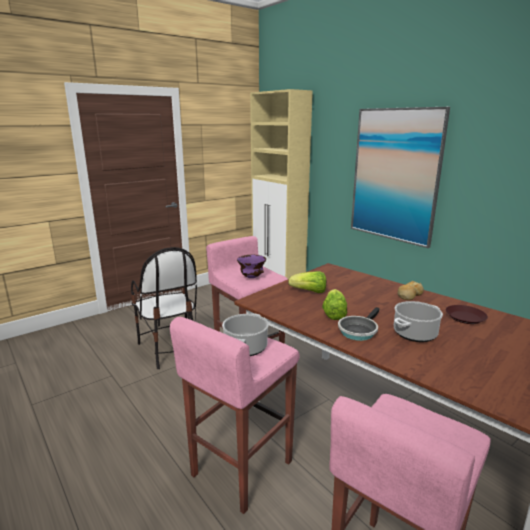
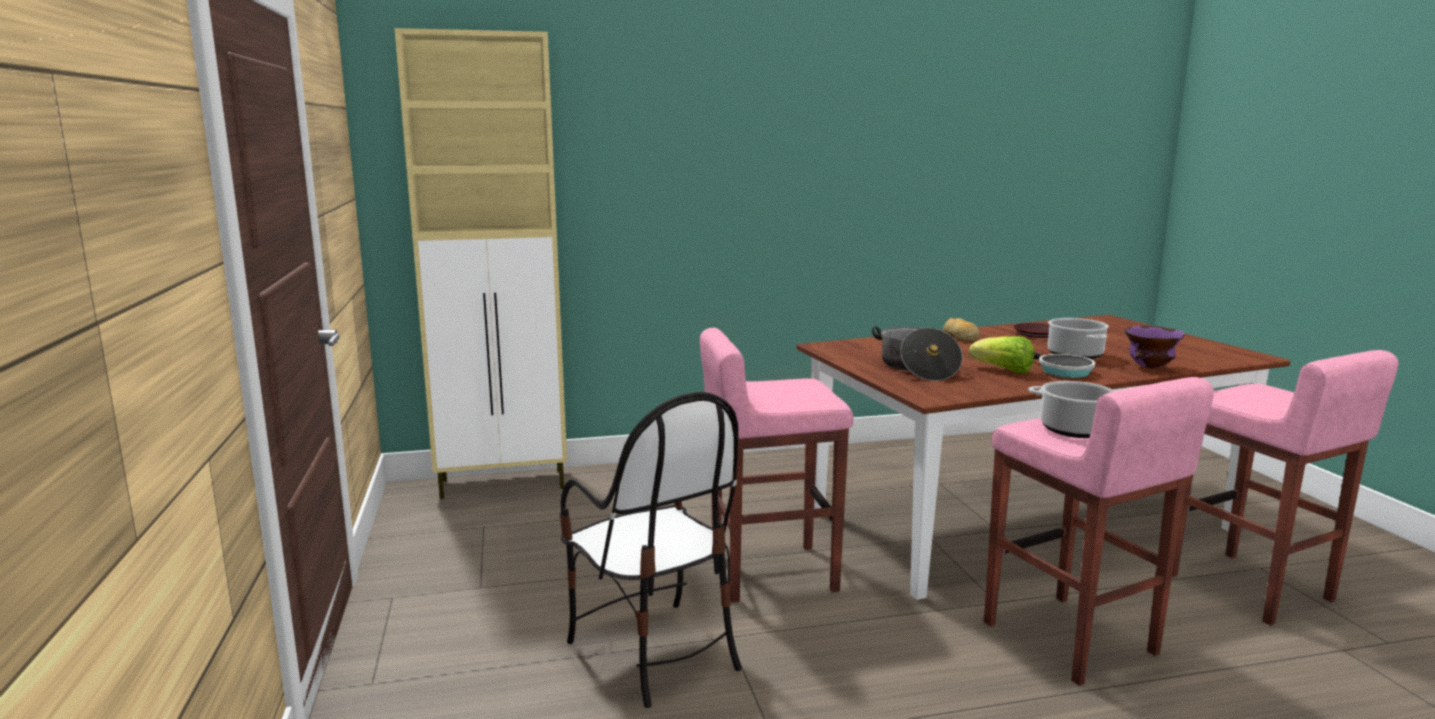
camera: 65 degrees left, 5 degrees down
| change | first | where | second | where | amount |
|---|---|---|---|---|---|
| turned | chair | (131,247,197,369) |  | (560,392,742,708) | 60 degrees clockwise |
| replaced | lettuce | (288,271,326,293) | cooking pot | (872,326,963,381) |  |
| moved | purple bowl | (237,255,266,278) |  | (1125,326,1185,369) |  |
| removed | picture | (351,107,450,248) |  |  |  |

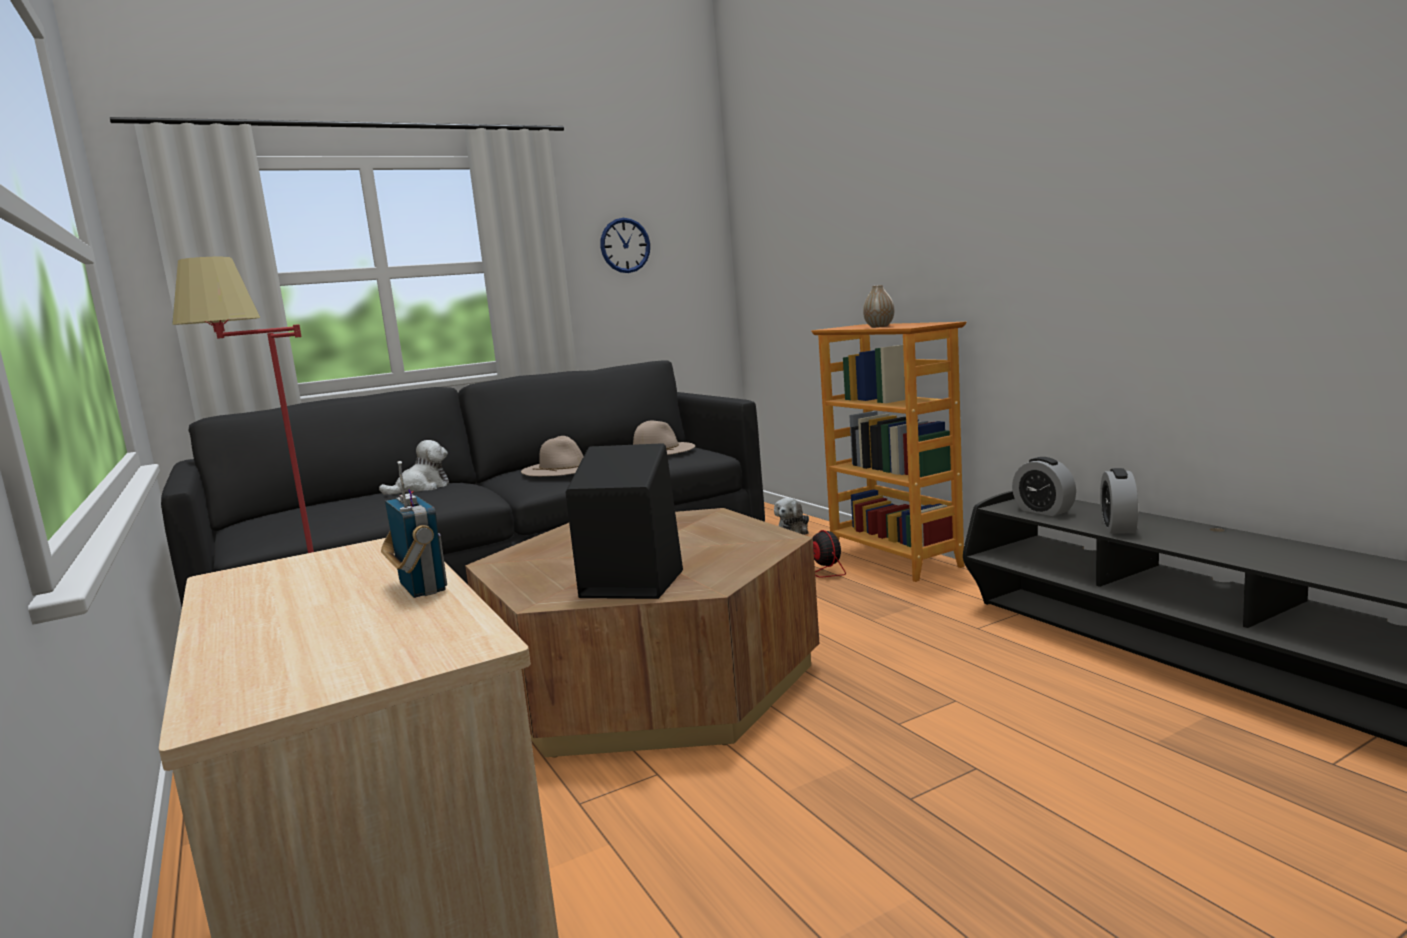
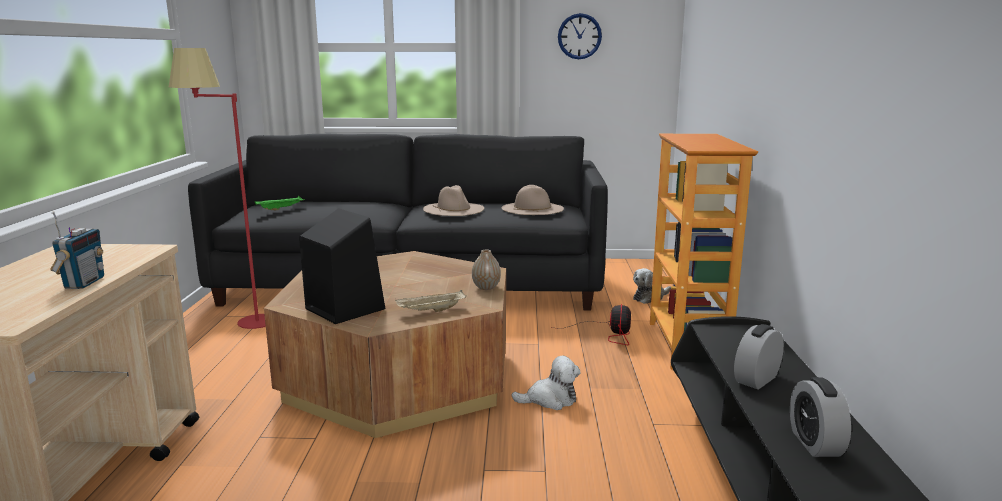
camera: 30 degrees right, 5 degrees up
| change | first | where | second | where | amount |
|---|---|---|---|---|---|
| added |  |  | green tray | (254,196,305,210) |  |
| added |  |  | beige tray | (395,290,466,312) |  |
| moved | vase | (863,285,894,328) |  | (472,250,501,290) |  |
| moved | plush toy | (379,440,449,495) |  | (511,356,581,410) |  |
| moved | alarm clock | (1012,457,1076,516) |  | (790,377,851,457) |  |

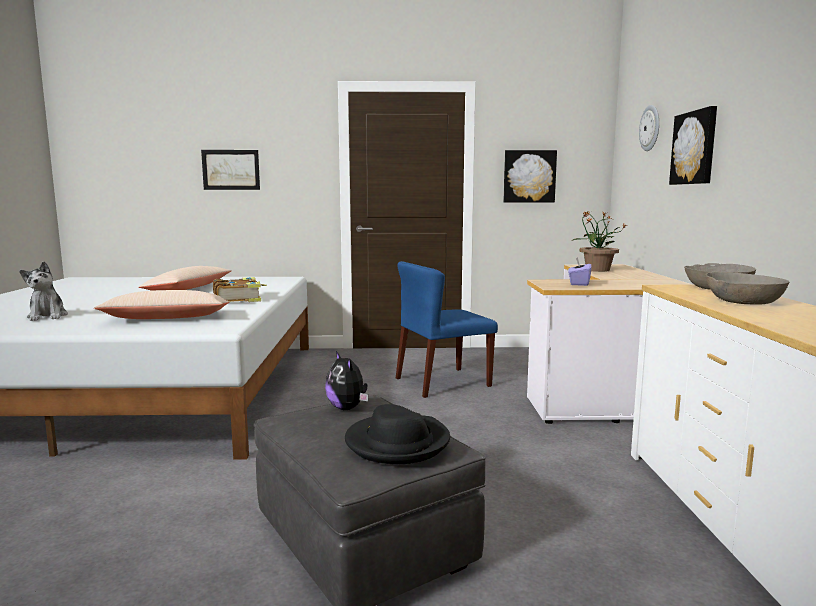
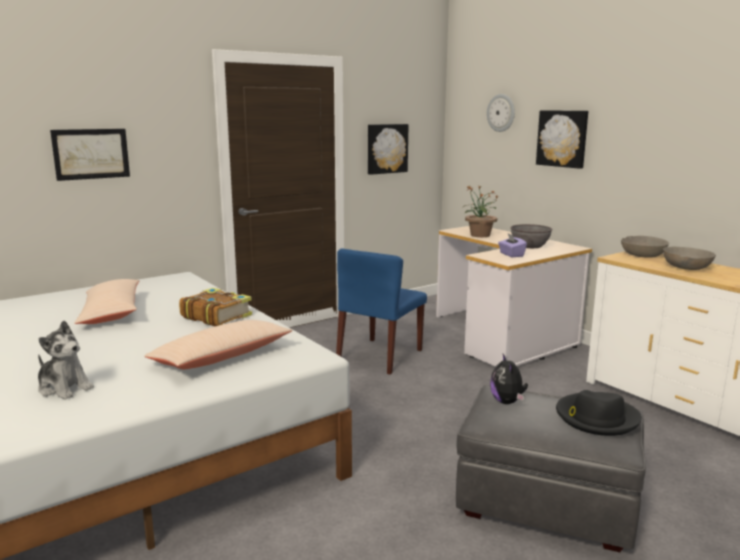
camera: 35 degrees left, 5 degrees up
| change | first | where | second | where | amount |
|---|---|---|---|---|---|
| turned | plush toy | (325,351,368,410) |  | (490,354,528,404) | 60 degrees clockwise |
| added |  |  | grey bowl | (510,224,553,248) |  |

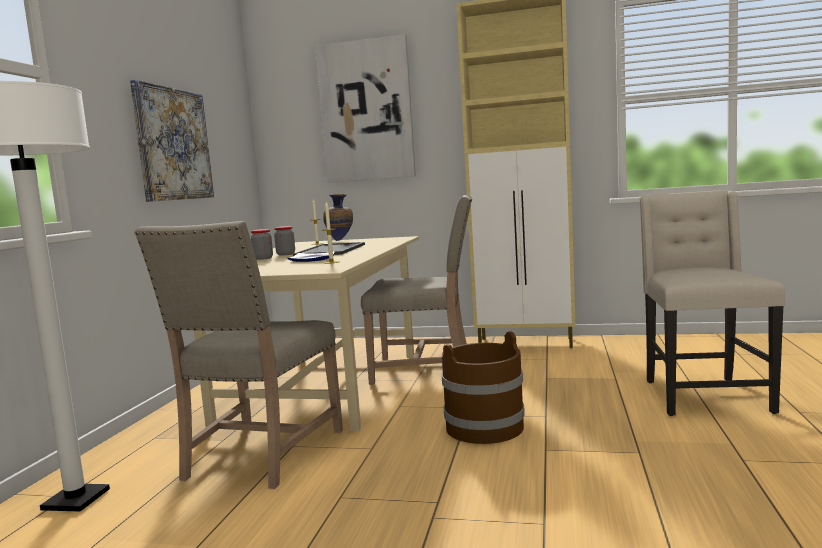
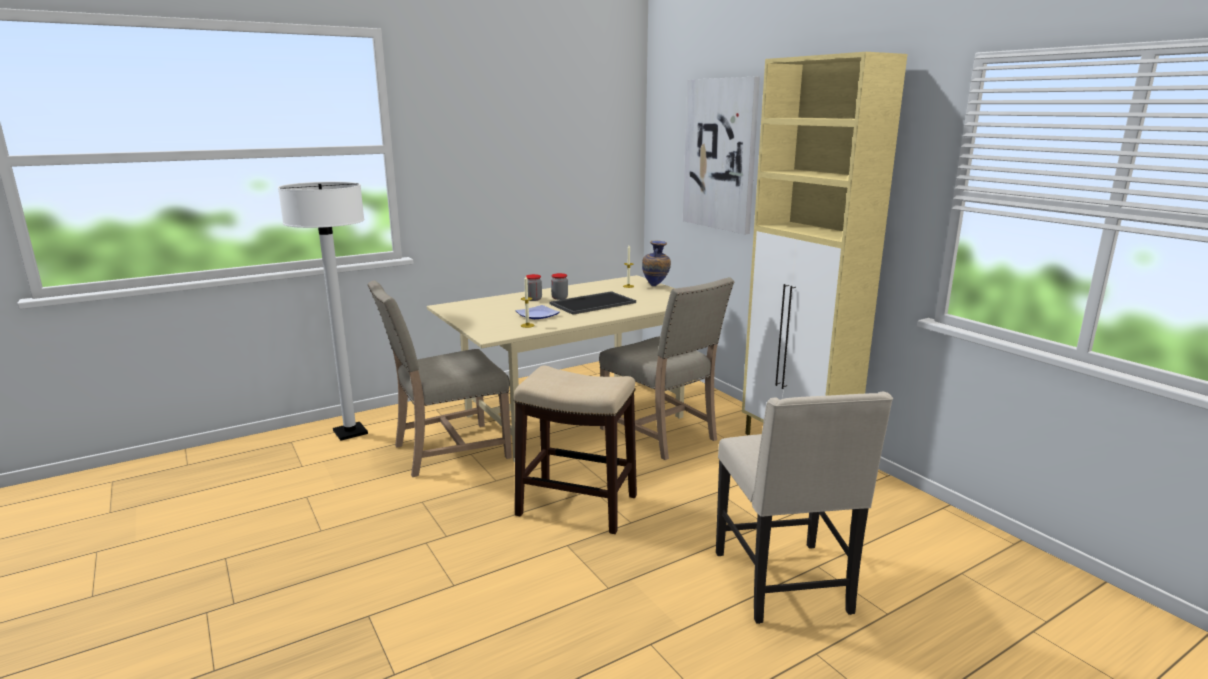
camera: 45 degrees right, 10 degrees up
| change | first | where | second | where | amount |
|---|---|---|---|---|---|
| replaced | brown bucket | (441,331,525,444) | stool | (514,365,637,534) |  |
| turned | beige chair | (640,190,785,416) |  | (716,392,893,624) | 120 degrees clockwise |
| removed | picture | (130,80,214,202) |  |  |  |

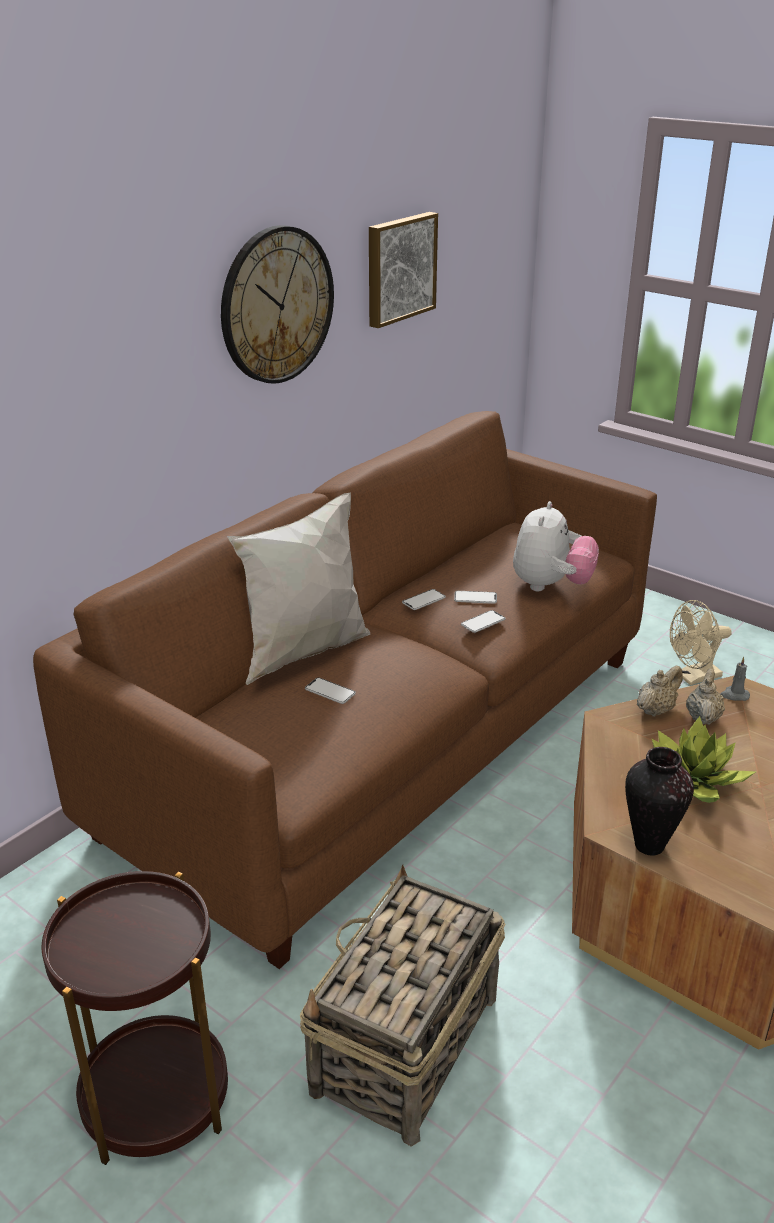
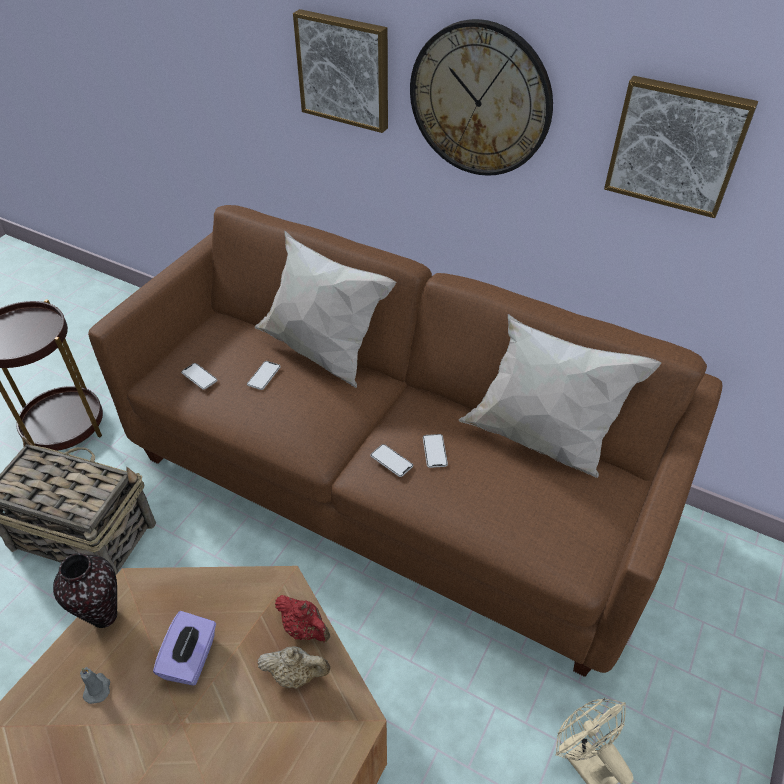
camera: 80 degrees right, 15 degrees up
| change | first | where | second | where | amount |
|---|---|---|---|---|---|
| moved | grey candle | (720,657,750,701) |  | (80,667,110,704) |  |
| replaced | potted plant | (651,716,756,803) | purple tissue box | (153,611,216,686) |  |
| moved | phone | (402,589,446,610) |  | (181,363,217,390) |  |
| recoloured | beige teapot | (637,665,683,717) | red teapot | (275,595,330,642) |  |
| added |  |  | picture | (293,9,388,133) |  |
| added |  |  | white pillow | (459,314,661,478) |  |
| removed | plush toy | (513,501,599,591) |  |  |  |

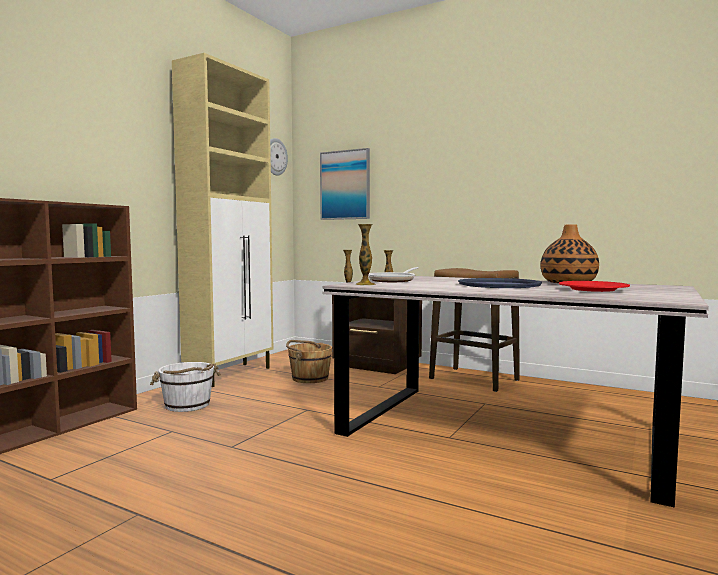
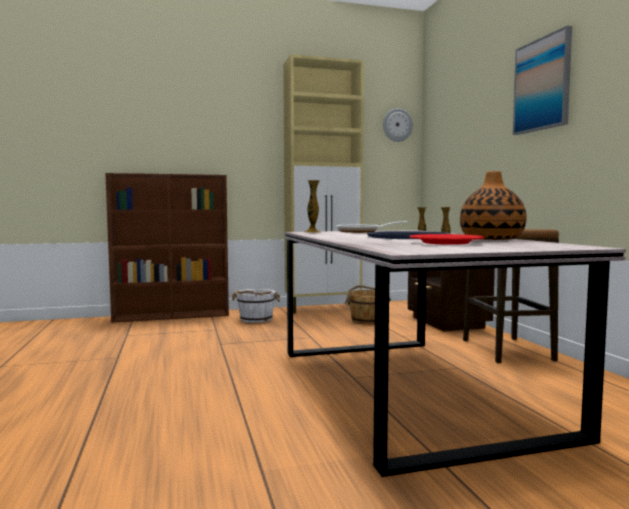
camera: 45 degrees right, 0 degrees up
| change | first | where | second | where | amount |
|---|---|---|---|---|---|
| moved | picture | (320,148,370,220) |  | (513,26,572,135) |  |

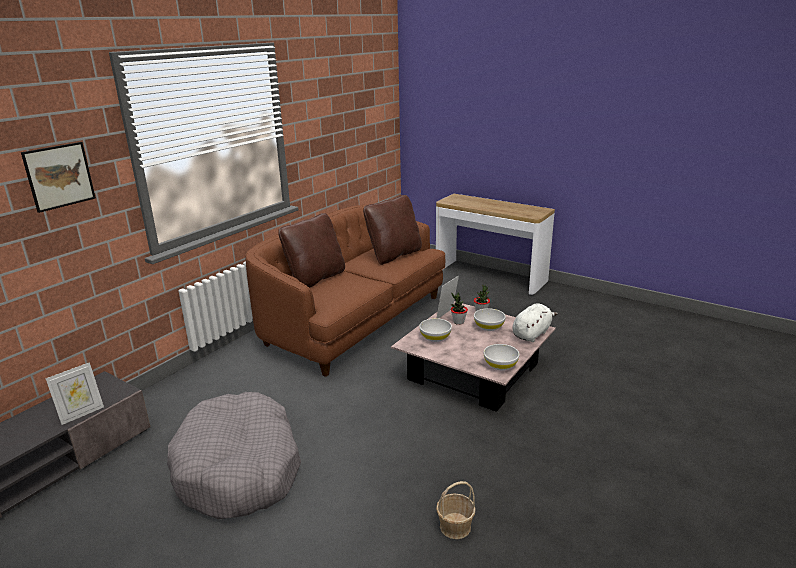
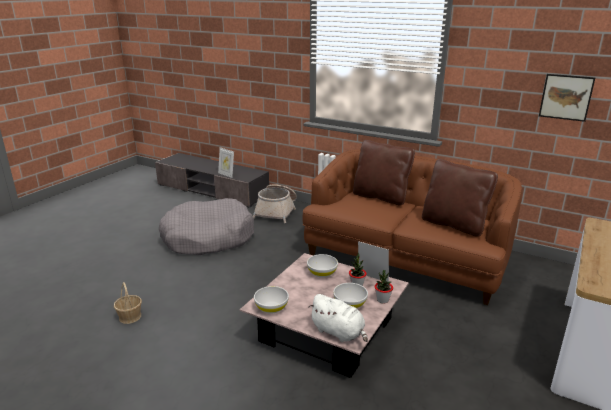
camera: 85 degrees right, 0 degrees up
| change | first | where | second | where | amount |
|---|---|---|---|---|---|
| added |  |  | basket | (253,184,297,223) |  |
| moved | picture | (21,142,96,213) |  | (539,74,595,122) |  |

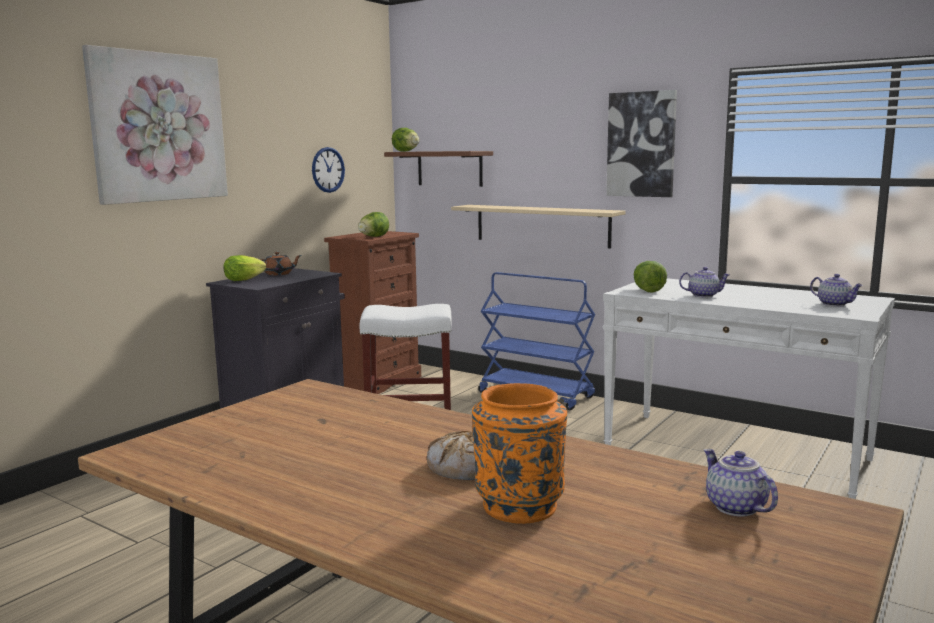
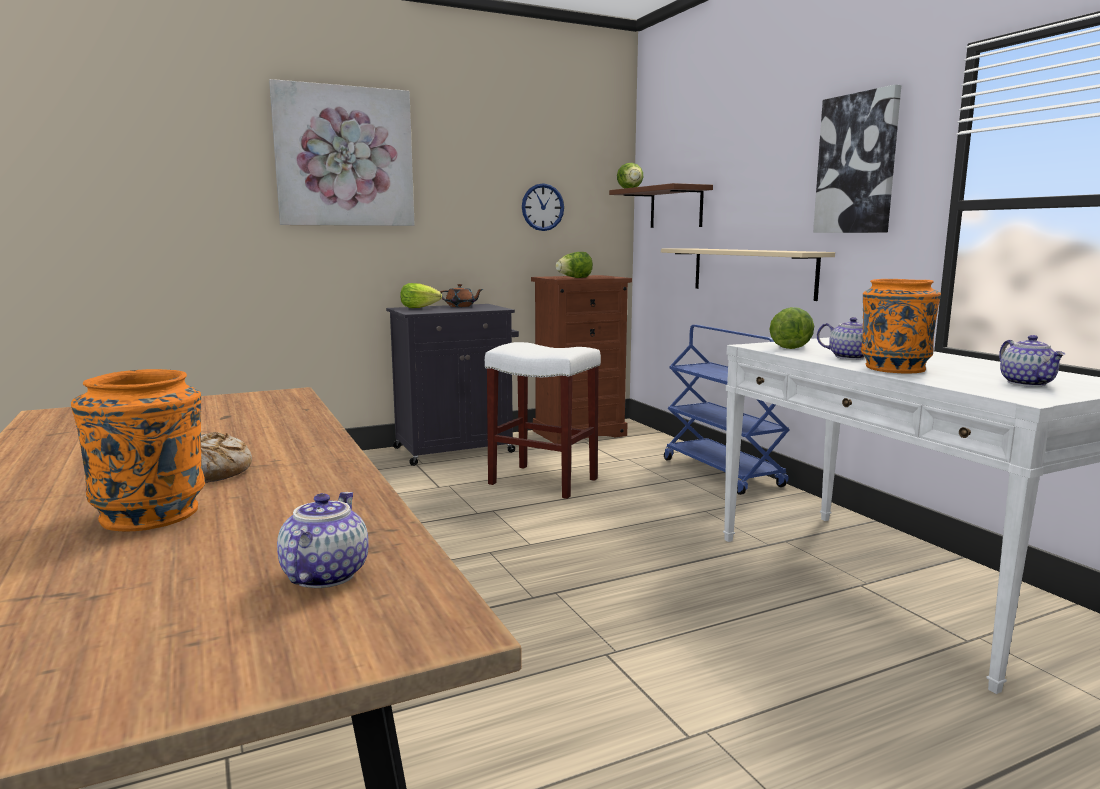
camera: 30 degrees right, 0 degrees up
| change | first | where | second | where | amount |
|---|---|---|---|---|---|
| added |  |  | orange vase | (861,279,941,374) |  |

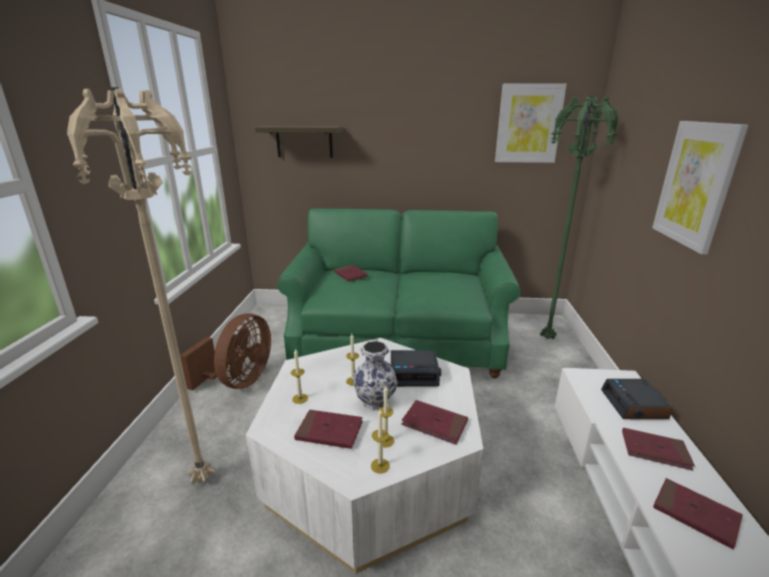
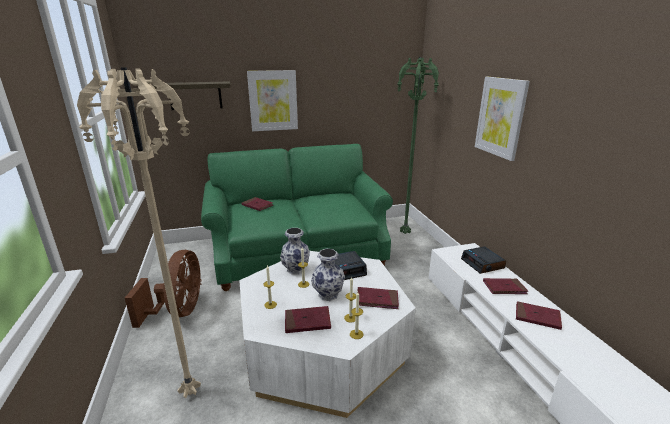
camera: 20 degrees left, 0 degrees up
| change | first | where | second | where | amount |
|---|---|---|---|---|---|
| moved | picture | (495,83,567,163) |  | (247,70,298,131) |  |
| added |  |  | vase | (280,228,310,275) |  |

